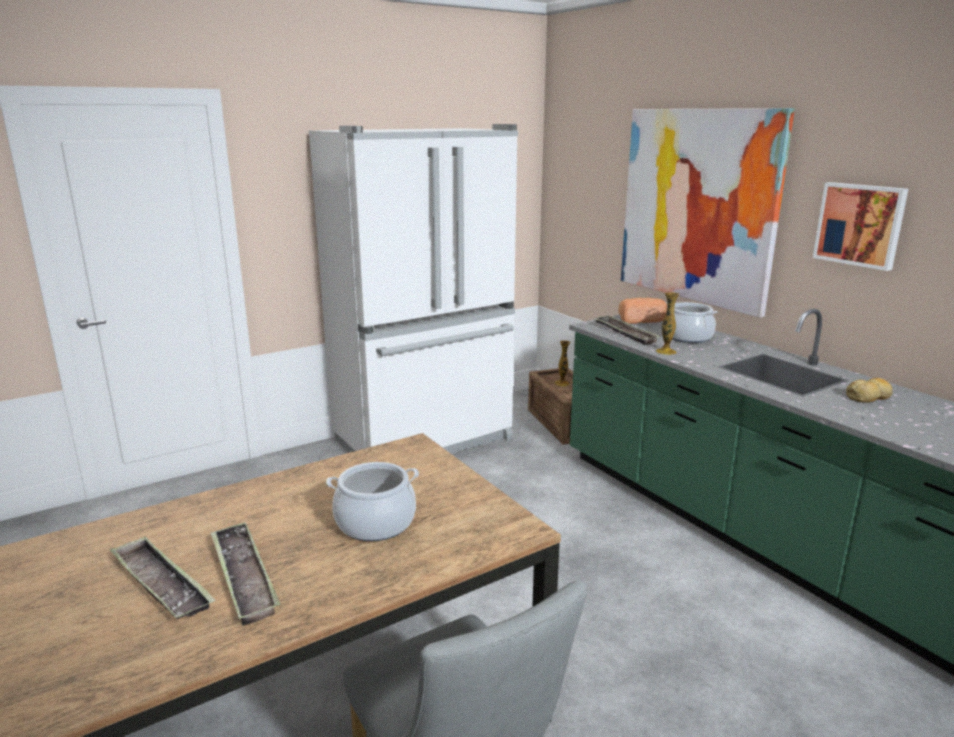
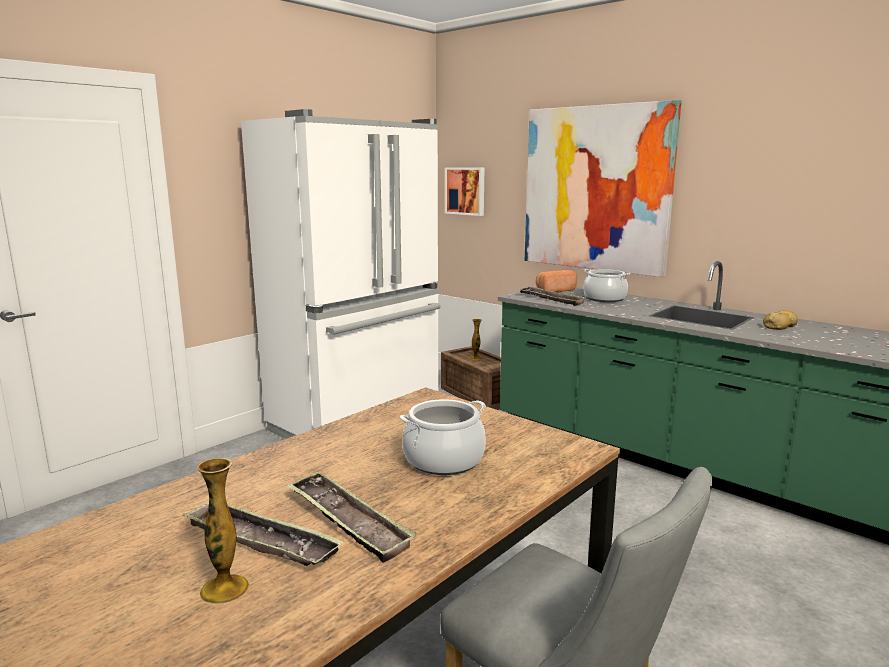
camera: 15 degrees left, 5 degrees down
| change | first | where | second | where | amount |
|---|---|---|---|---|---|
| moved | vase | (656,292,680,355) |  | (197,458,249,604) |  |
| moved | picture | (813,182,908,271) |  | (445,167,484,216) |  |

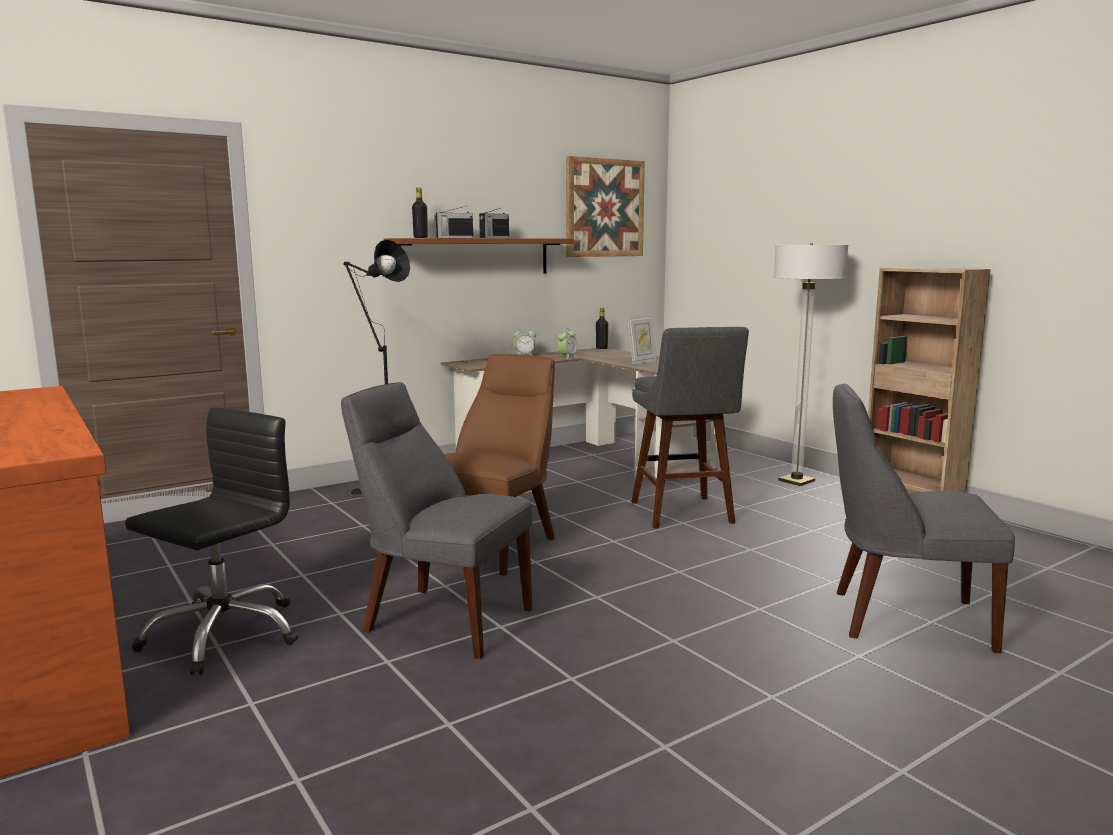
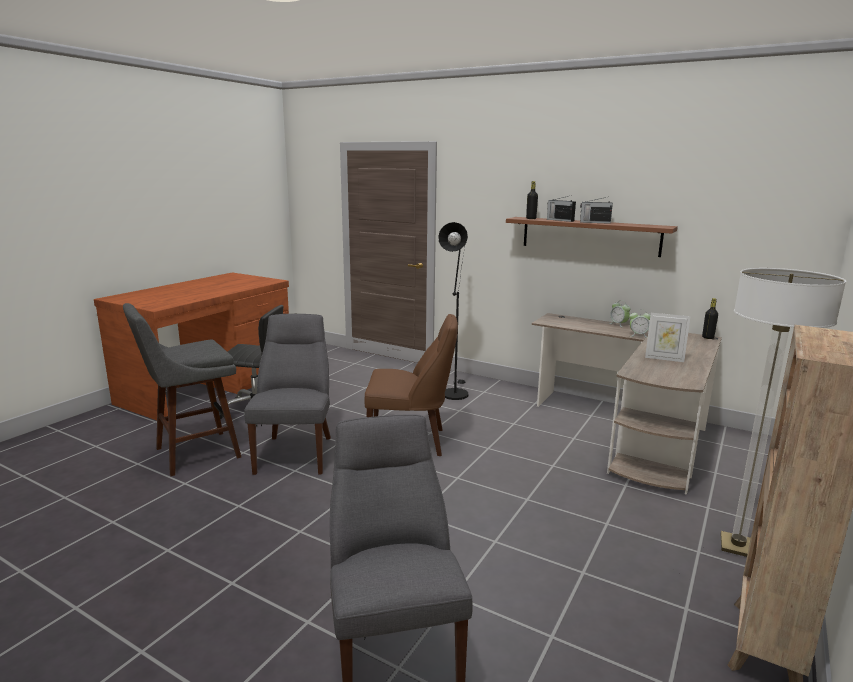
camera: 65 degrees right, 5 degrees up
| change | first | where | second | where | amount |
|---|---|---|---|---|---|
| moved | grey stool | (631,327,749,529) |  | (123,303,241,476) |  |
| removed | picture | (566,156,645,257) |  |  |  |

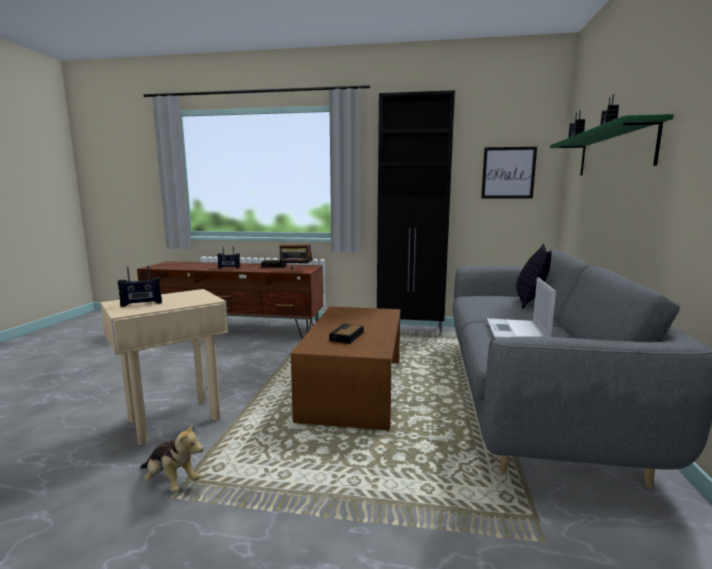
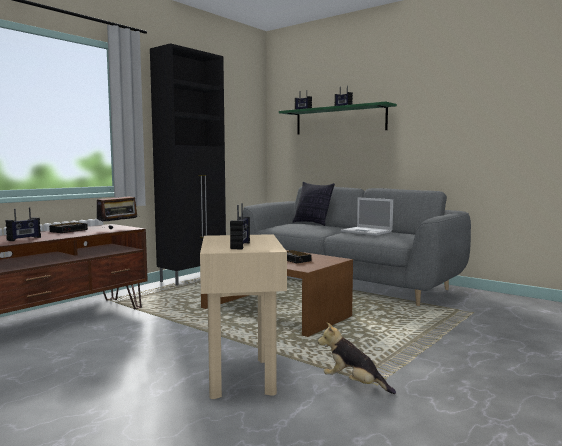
camera: 60 degrees left, 5 degrees down
| change | first | where | second | where | amount |
|---|---|---|---|---|---|
| turned | plush toy | (140,422,203,492) |  | (318,322,396,394) | 120 degrees counterclockwise |
| removed | picture | (481,147,537,199) |  |  |  |

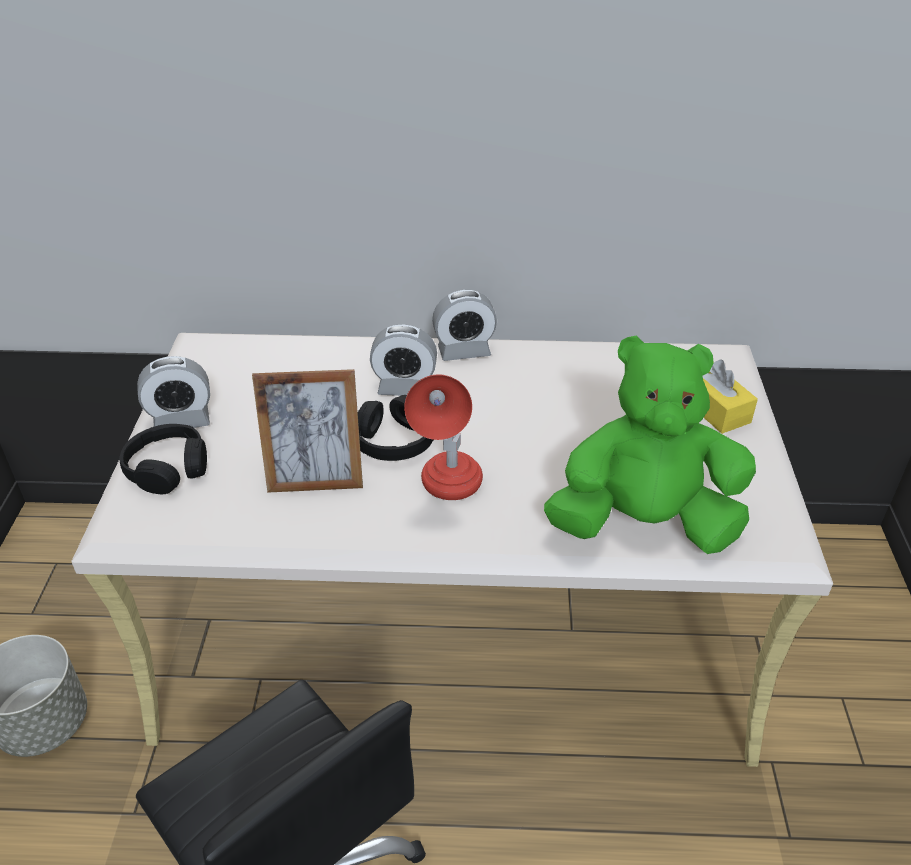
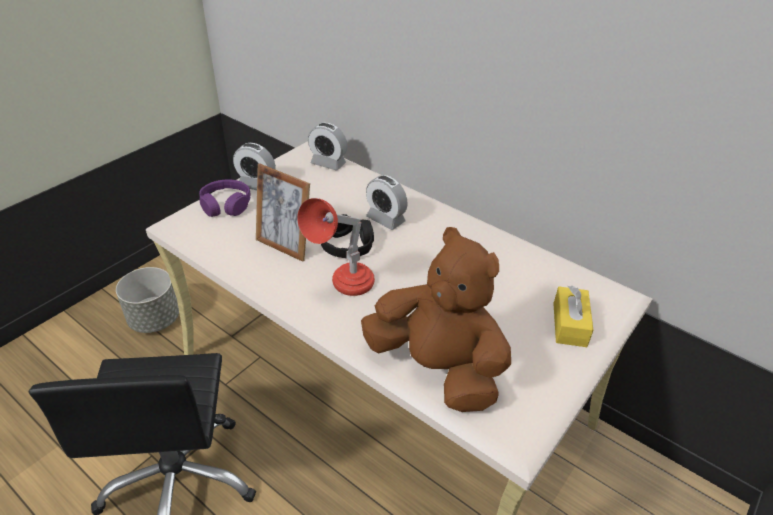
camera: 35 degrees right, 0 degrees up
| change | first | where | second | where | amount |
|---|---|---|---|---|---|
| recoloured | black headphones | (119,424,207,494) | purple headphones | (199,180,251,217) |  |
| moved | alarm clock | (432,290,497,361) |  | (308,122,347,171) |  |
| recoloured | green plush toy | (544,335,756,554) | brown plush toy | (361,227,511,412) |  |

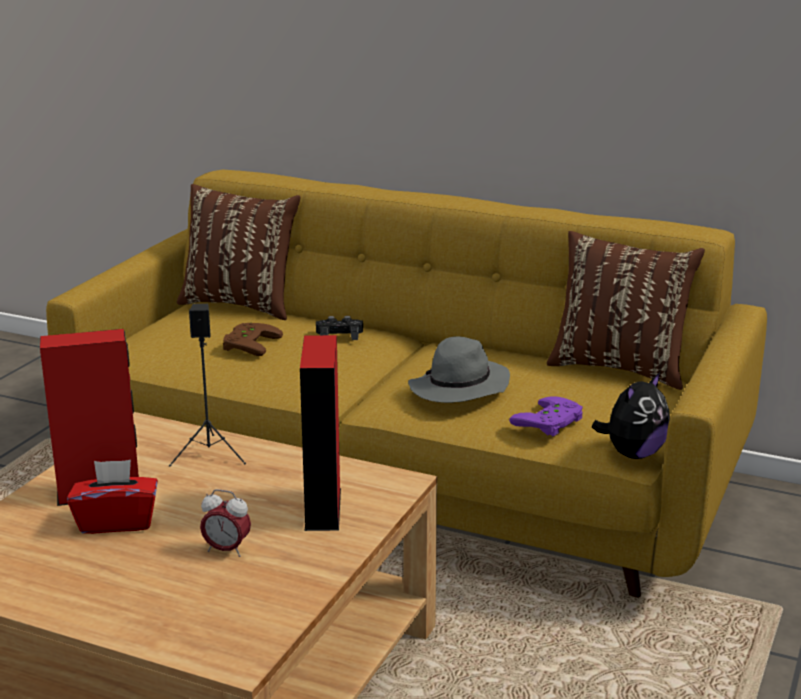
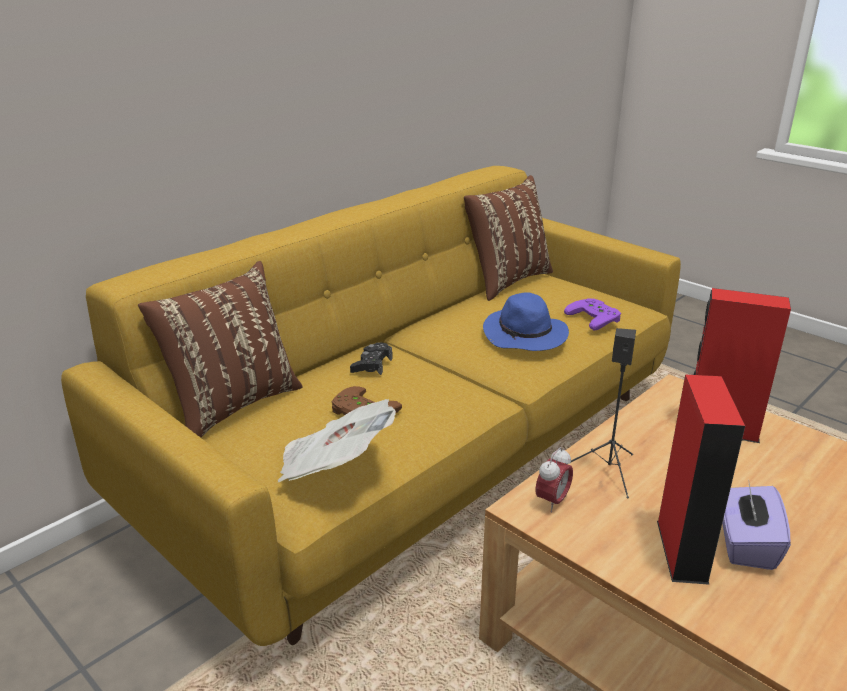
camera: 70 degrees left, 5 degrees up
| change | first | where | second | where | amount |
|---|---|---|---|---|---|
| added |  |  | newspaper | (278,399,396,482) |  |
| recoloured | grey hat | (408,336,510,403) | blue hat | (483,292,569,351) |  |
| moved | alarm clock | (200,489,251,557) |  | (535,447,573,513) |  |
| recoloured | red tissue box | (67,460,158,534) | purple tissue box | (722,483,791,570) |  |
| removed | plush toy | (592,371,670,459) |  |  |  |

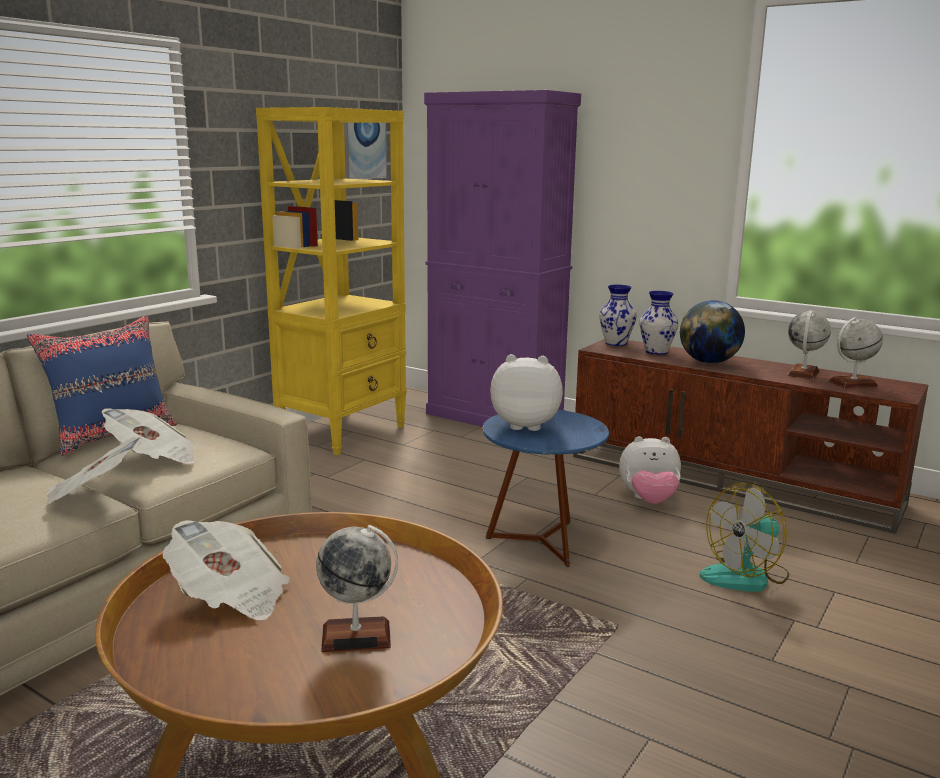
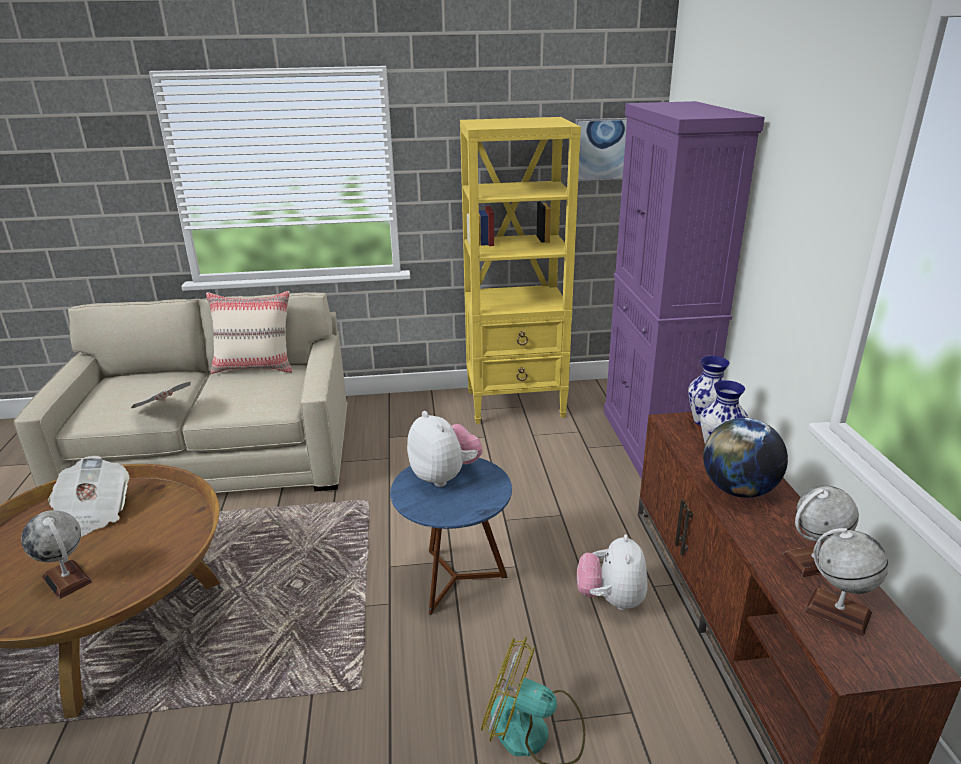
camera: 50 degrees right, 10 degrees up
| change | first | where | second | where | amount |
|---|---|---|---|---|---|
| recoloured | blue pillow | (27,315,177,456) | beige pillow | (206,291,292,374) |  |
| turned | plush toy | (619,436,681,504) |  | (577,534,648,610) | 45 degrees clockwise |
| removed | newspaper | (101,408,194,464) |  |  |  |

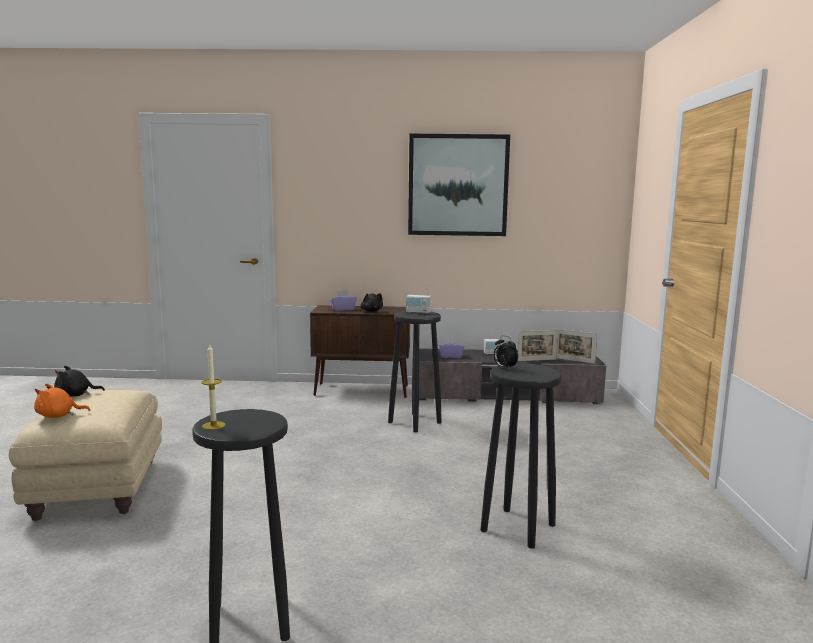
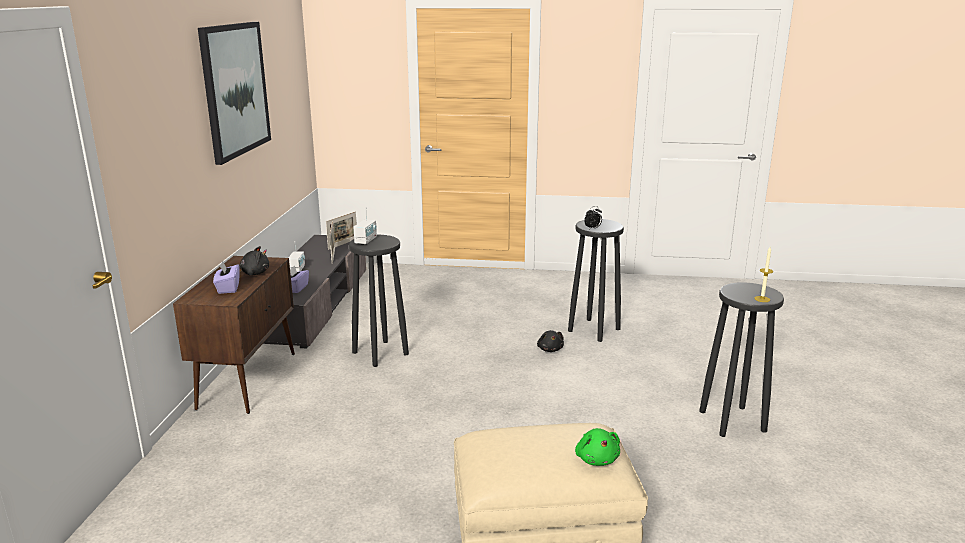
camera: 85 degrees left, 10 degrees up
| change | first | where | second | where | amount |
|---|---|---|---|---|---|
| moved | black plush toy | (54,366,105,397) |  | (537,330,564,352) |  |
| recoloured | orange plush toy | (34,383,90,418) | green plush toy | (575,428,620,466) |  |

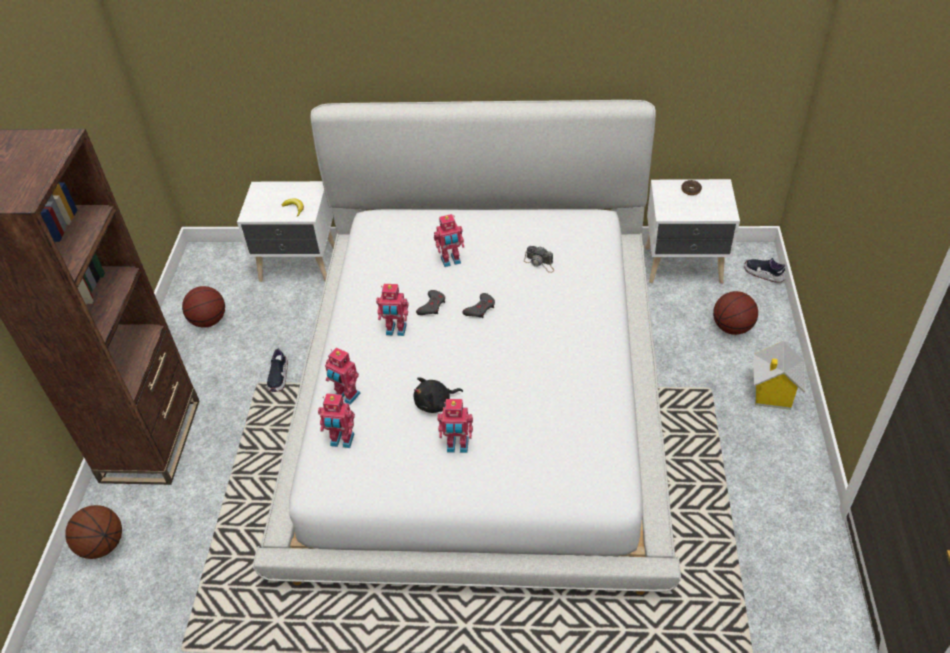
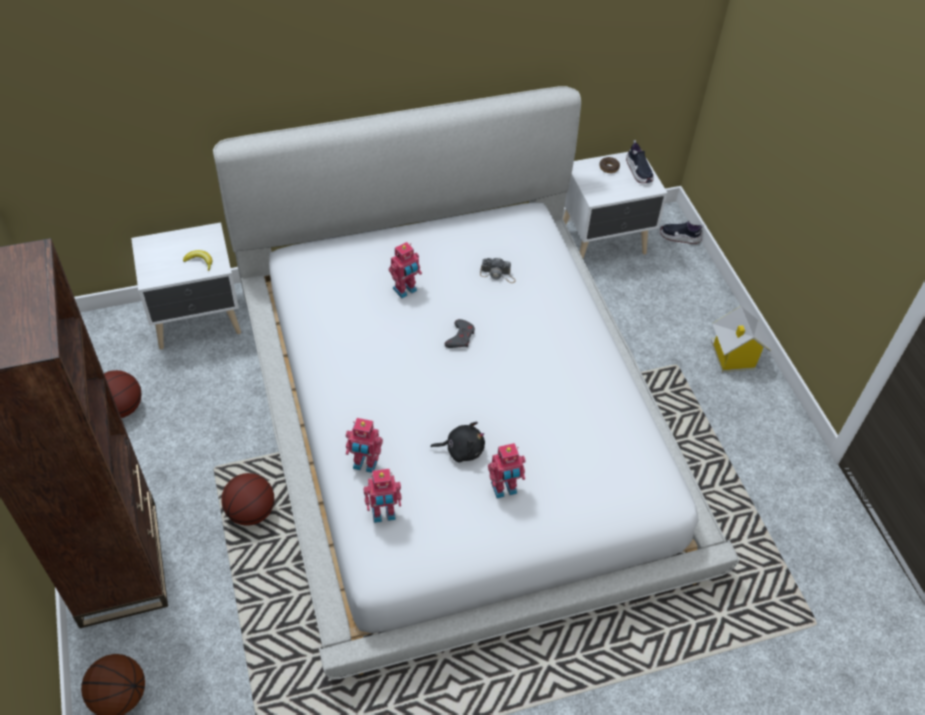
camera: 25 degrees left, 5 degrees up
| change | first | where | second | where | amount |
|---|---|---|---|---|---|
| moved | basketball | (713,291,758,335) |  | (221,473,274,526) |  |
| turned | black plush toy | (414,377,463,413) |  | (430,422,485,463) | 135 degrees counterclockwise |
| moved | shoe | (267,346,288,392) |  | (626,140,654,183) |  |
| removed | toy robot | (376,284,409,336) |  |  |  |
| removed | grey game controller | (416,290,445,315) |  |  |  |

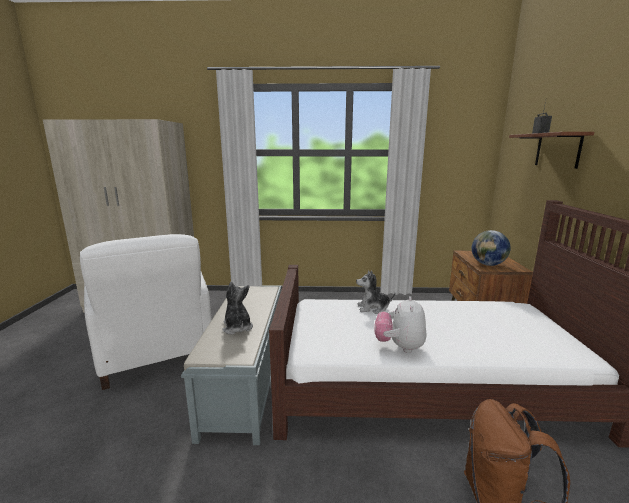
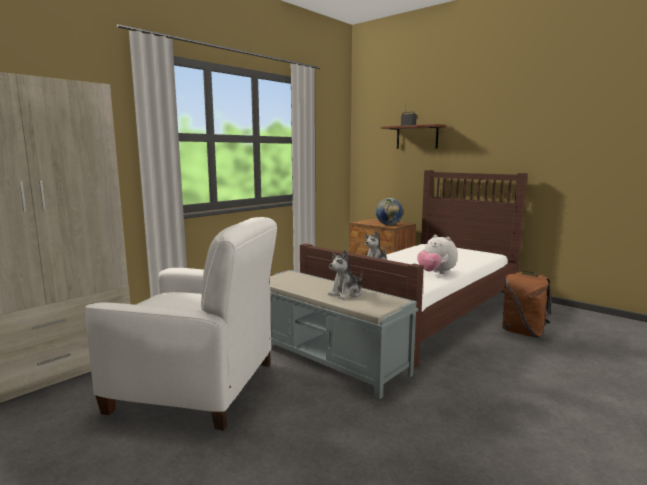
camera: 50 degrees left, 5 degrees down
| change | first | where | second | where | amount |
|---|---|---|---|---|---|
| turned | plush toy | (222,282,253,335) |  | (328,250,362,300) | 60 degrees counterclockwise |

